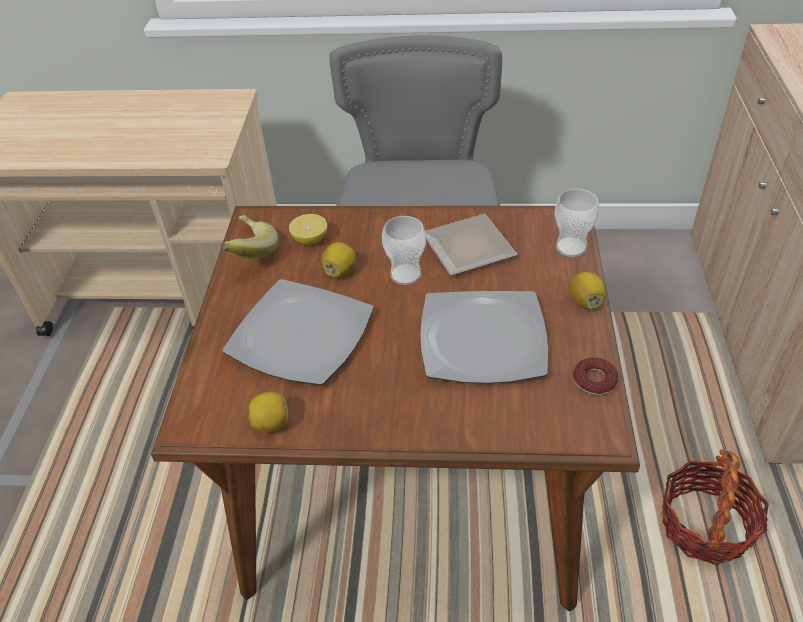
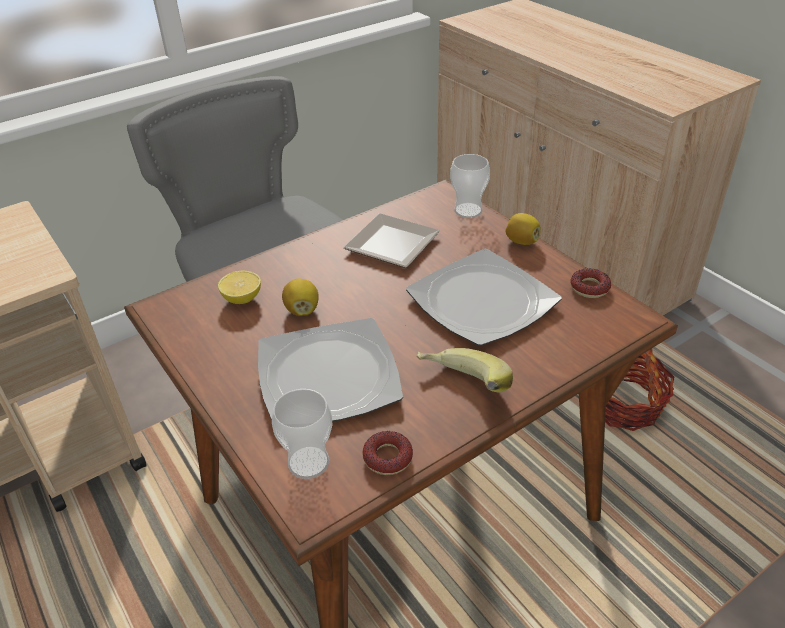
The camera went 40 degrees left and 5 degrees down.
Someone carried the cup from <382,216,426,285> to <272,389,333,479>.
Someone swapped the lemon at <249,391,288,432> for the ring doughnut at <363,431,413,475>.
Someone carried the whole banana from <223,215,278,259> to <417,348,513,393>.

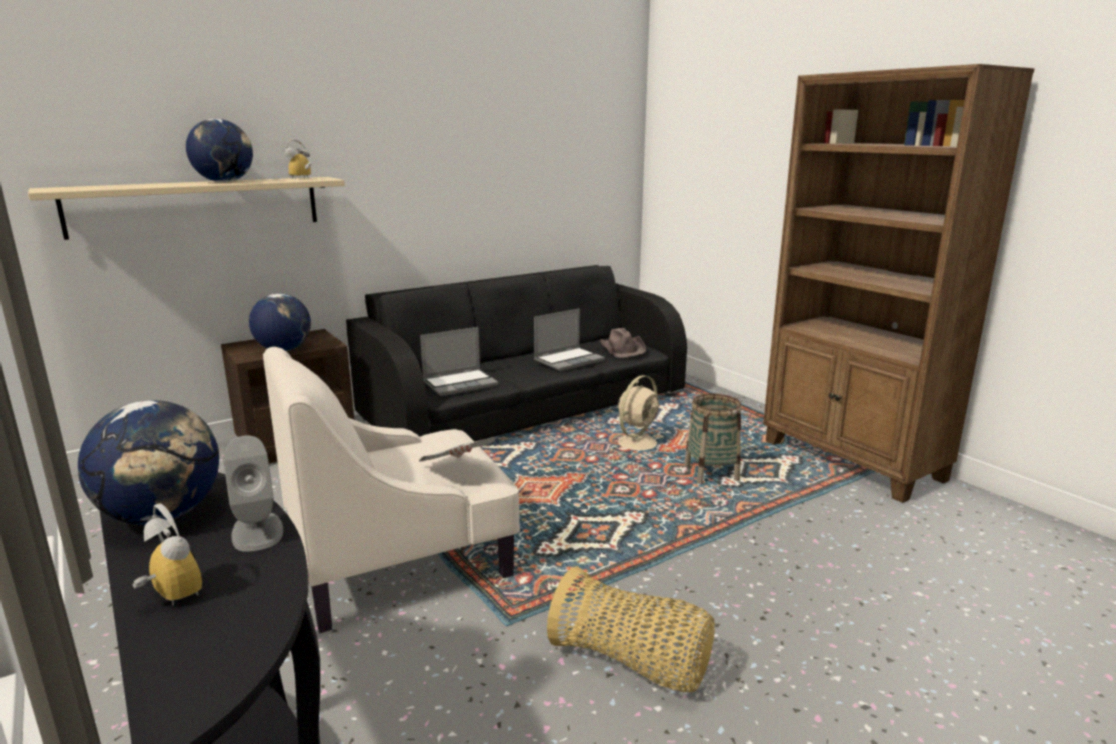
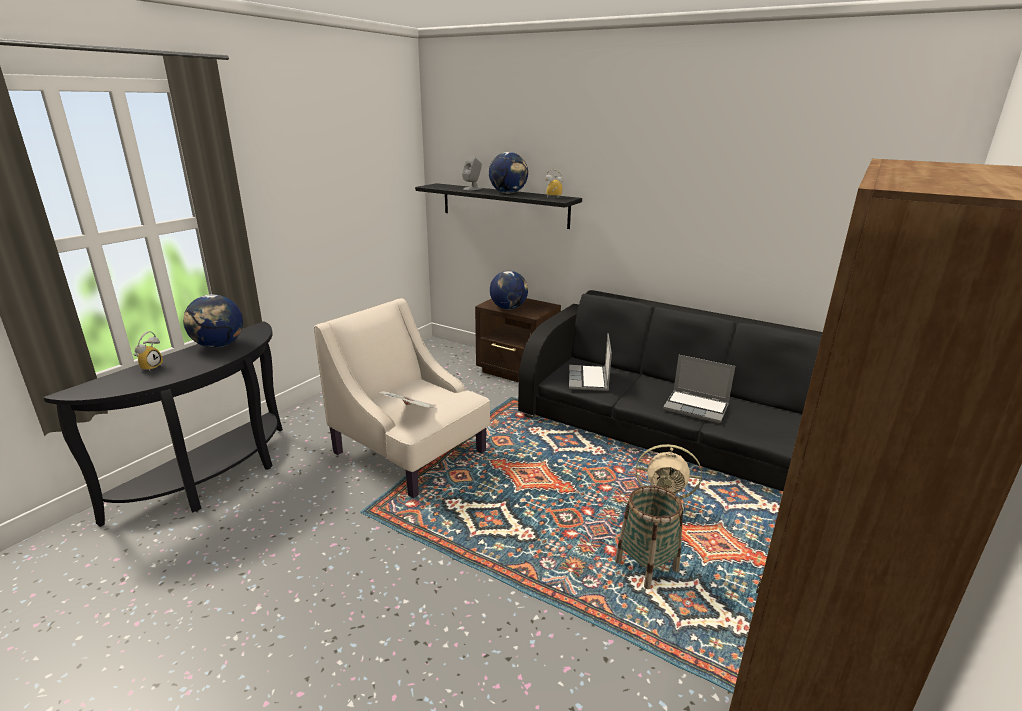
The camera went 65 degrees right and 5 degrees up.
Someone repainted the sand-coloured wall shelf at <28,177,345,240>, which became the blackish wall shelf at <415,183,582,229>.
Someone carried the gray loudspeaker from <223,436,283,552> to <462,156,482,190>.
Someone rotated the laptop at <420,327,498,396> by 60 degrees clockwise.
Someone took away the household basket at <547,566,715,692>.
Someone took away the brown-coloured wearable hat at <599,328,646,358>.

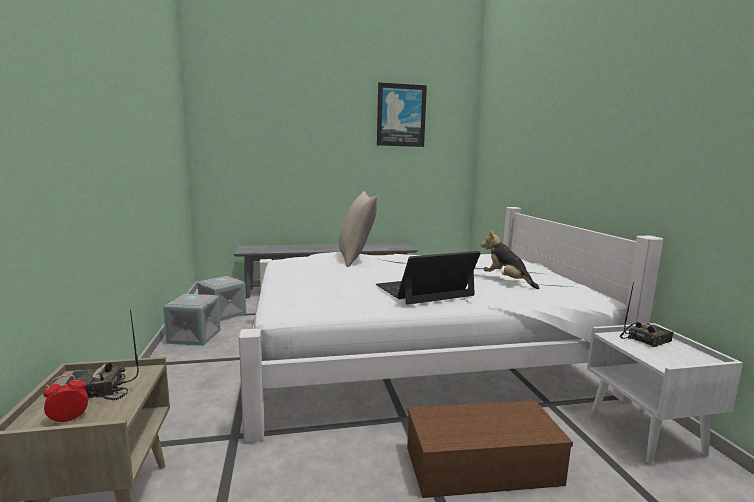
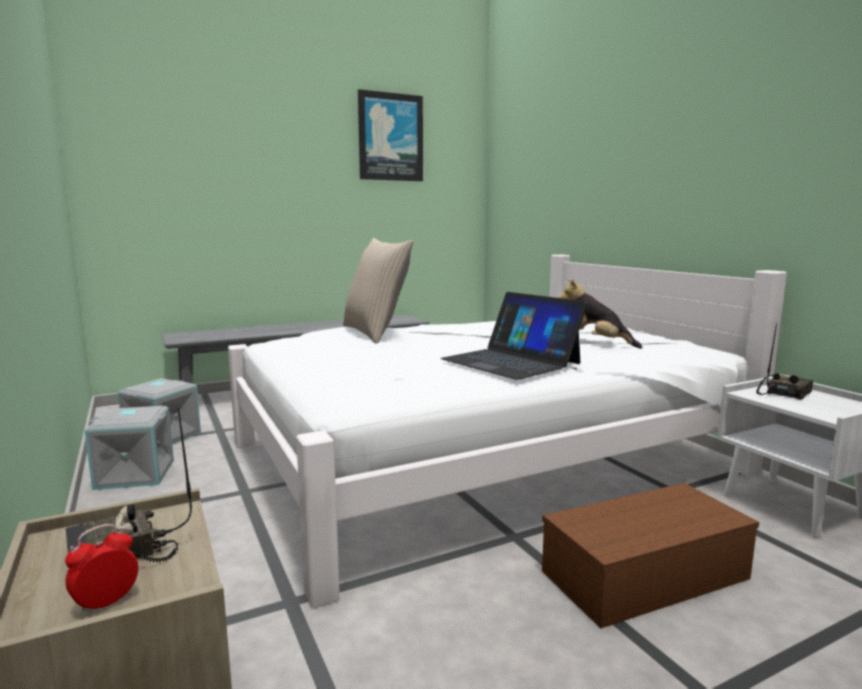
The camera went 15 degrees left and 0 degrees up.
Someone rotated the laptop at <376,251,481,305> by 90 degrees counterclockwise.

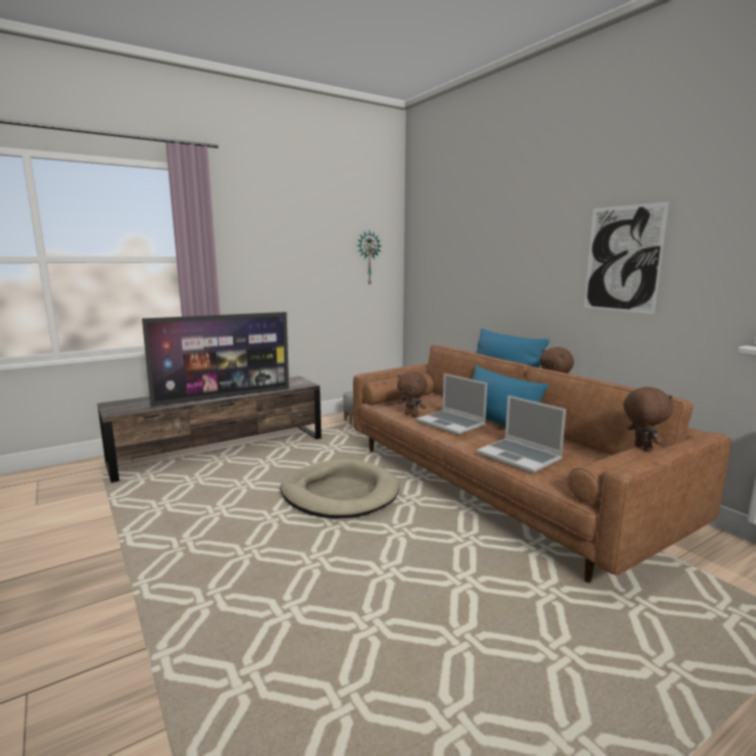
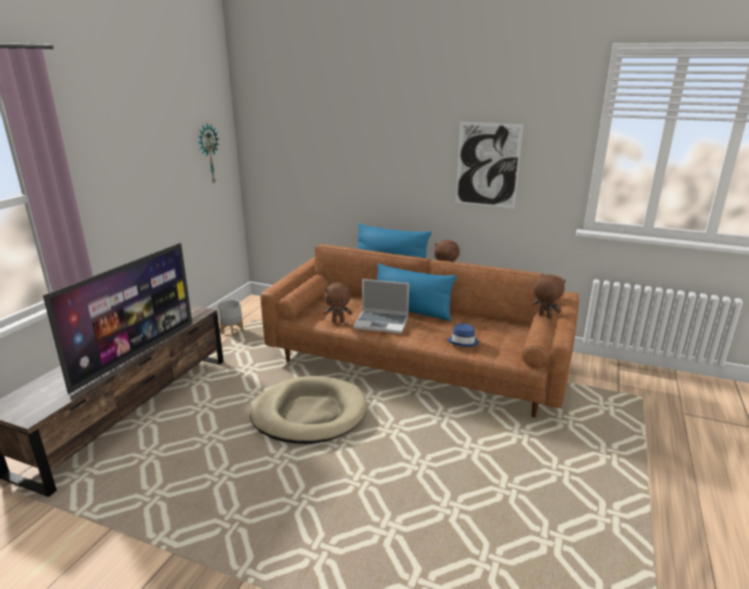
The camera went 35 degrees left and 10 degrees up.
Someone swapped the laptop at <477,395,566,473> for the blue-coloured wearable hat at <448,324,479,347>.

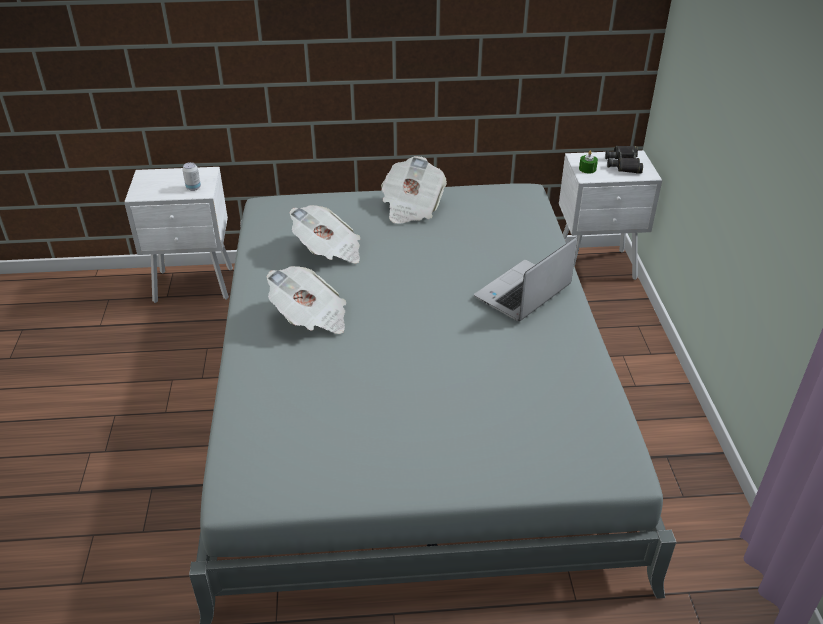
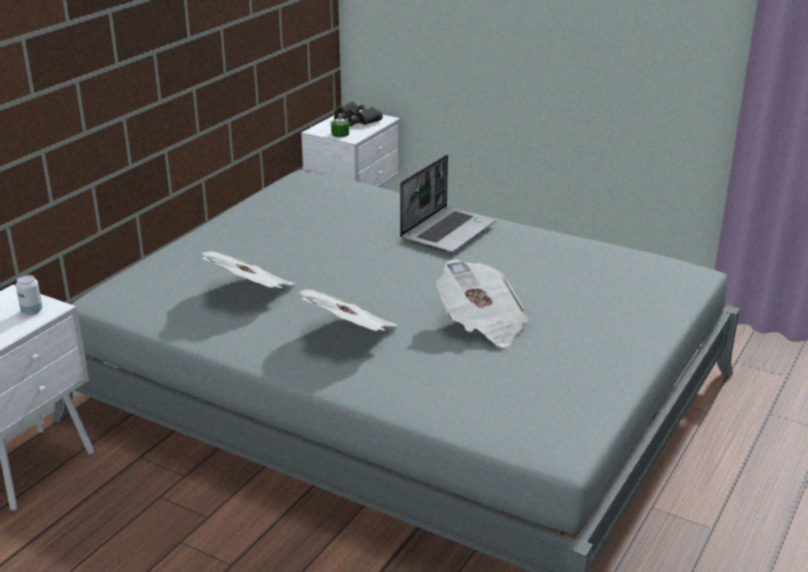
The camera went 55 degrees left and 10 degrees down.
Someone rotated the laptop at <474,237,577,321> by 135 degrees counterclockwise.
Someone carried the printed paper from <381,156,447,223> to <436,259,529,347>.

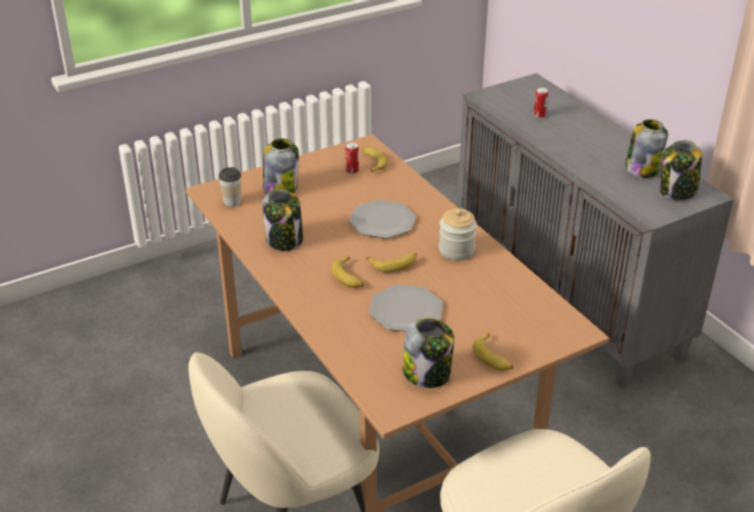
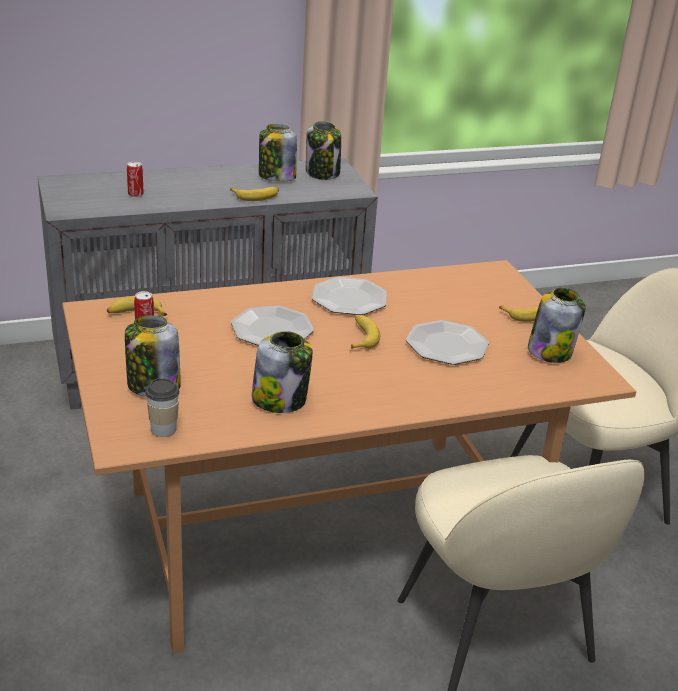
The camera went 80 degrees left and 5 degrees down.
Someone carried the whole banana from <331,256,364,288> to <230,187,279,201>.
Someone swapped the jar at <439,208,477,260> for the dinner plate at <312,277,387,315>.

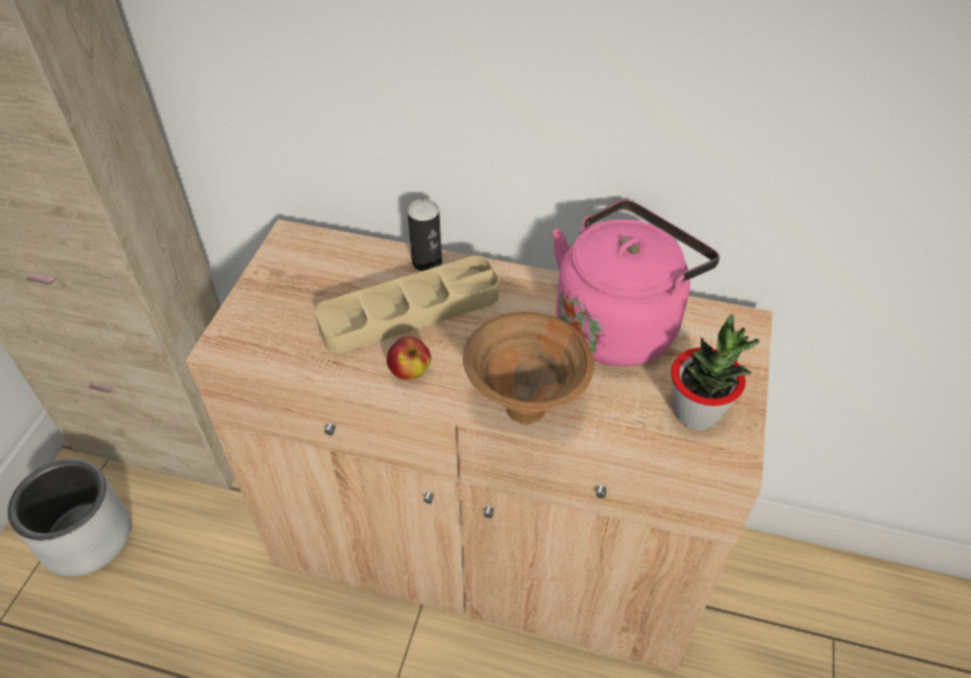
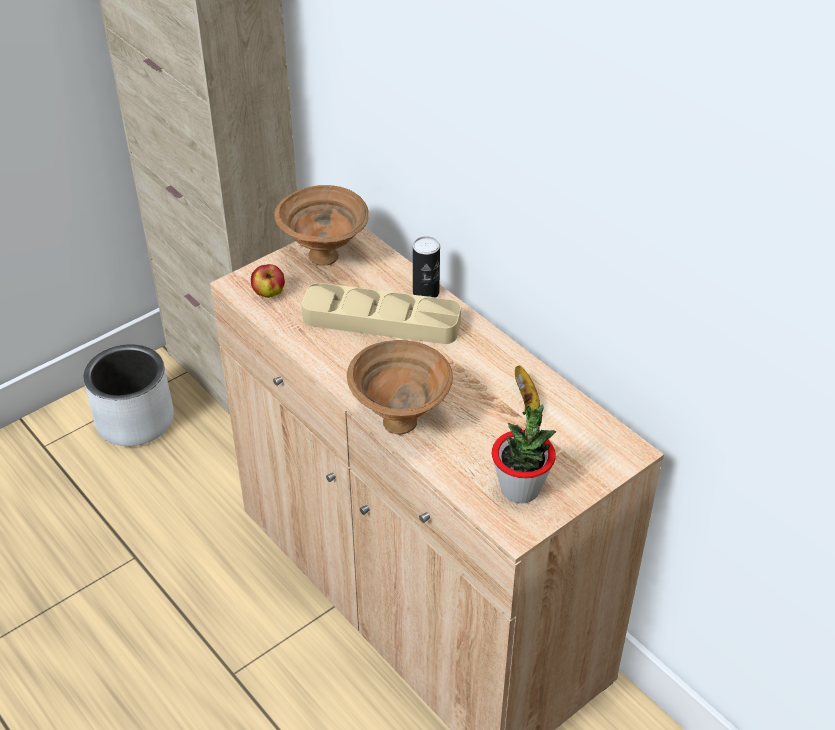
The camera went 35 degrees right and 5 degrees down.
Someone carried the apple fruit from <387,337,431,380> to <251,264,285,298>.
Someone put down the brown-coloured deep dish at <274,185,369,266>.
Someone swapped the pinkish tea kettle at <553,199,720,366> for the whole banana at <515,365,540,415>.

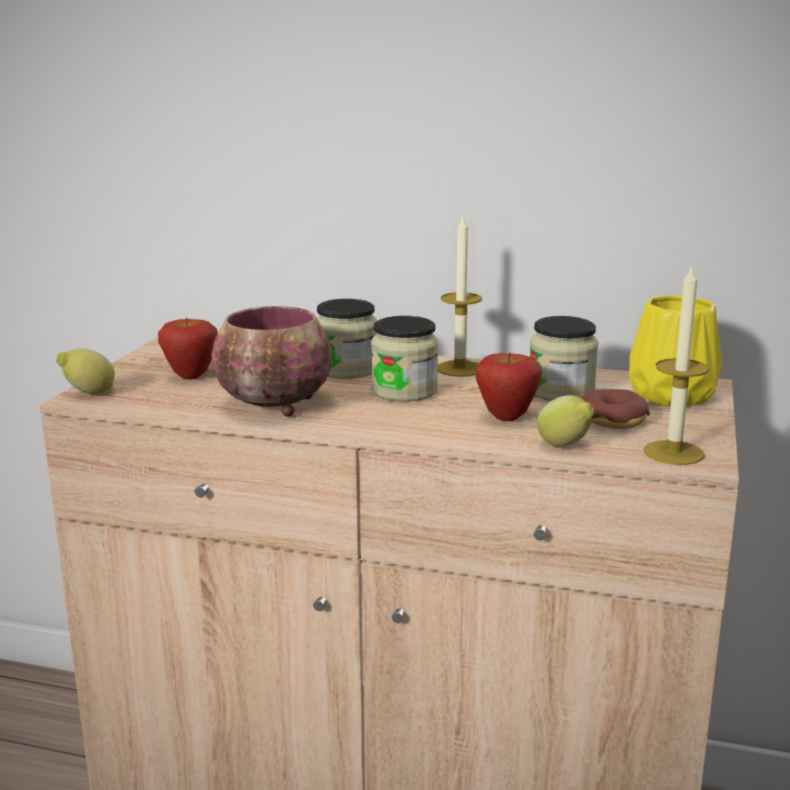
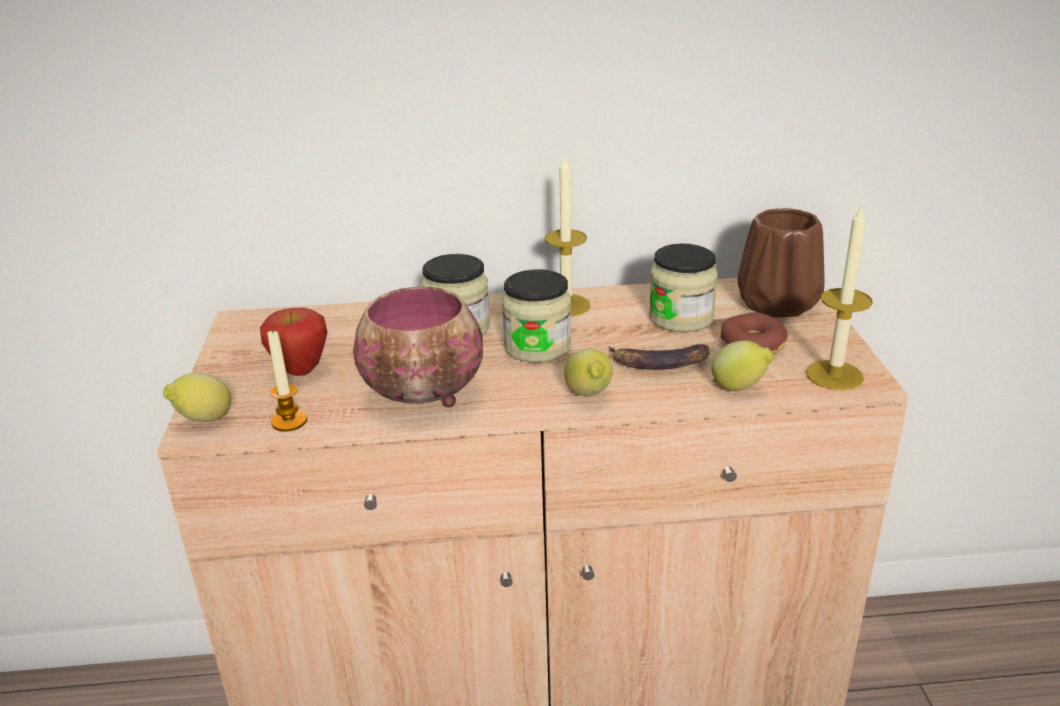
The camera went 20 degrees left and 10 degrees up.
Someone put down the wax candle at <267,330,307,432>.
Someone put down the lemon at <564,349,613,396>.
Someone swapped the apple fruit at <476,353,542,421> for the whole banana at <609,344,709,370>.
Someone repainted the yellow-coloured vase at <629,295,722,407>, which became the brown-coloured vase at <738,208,824,317>.

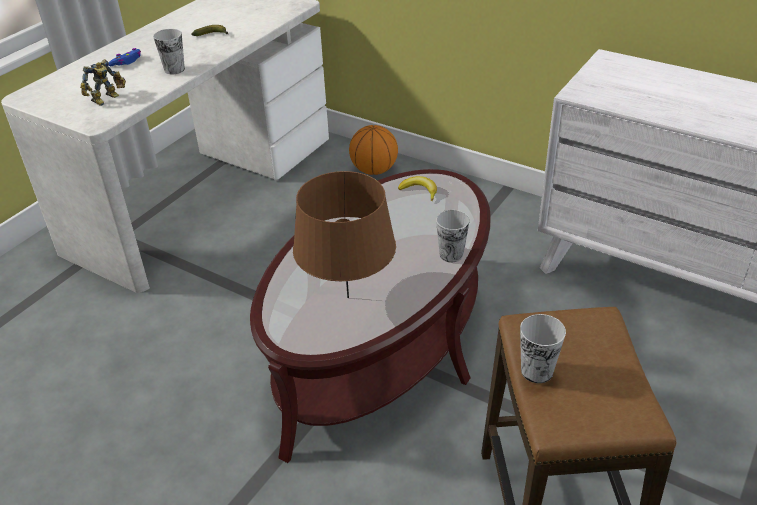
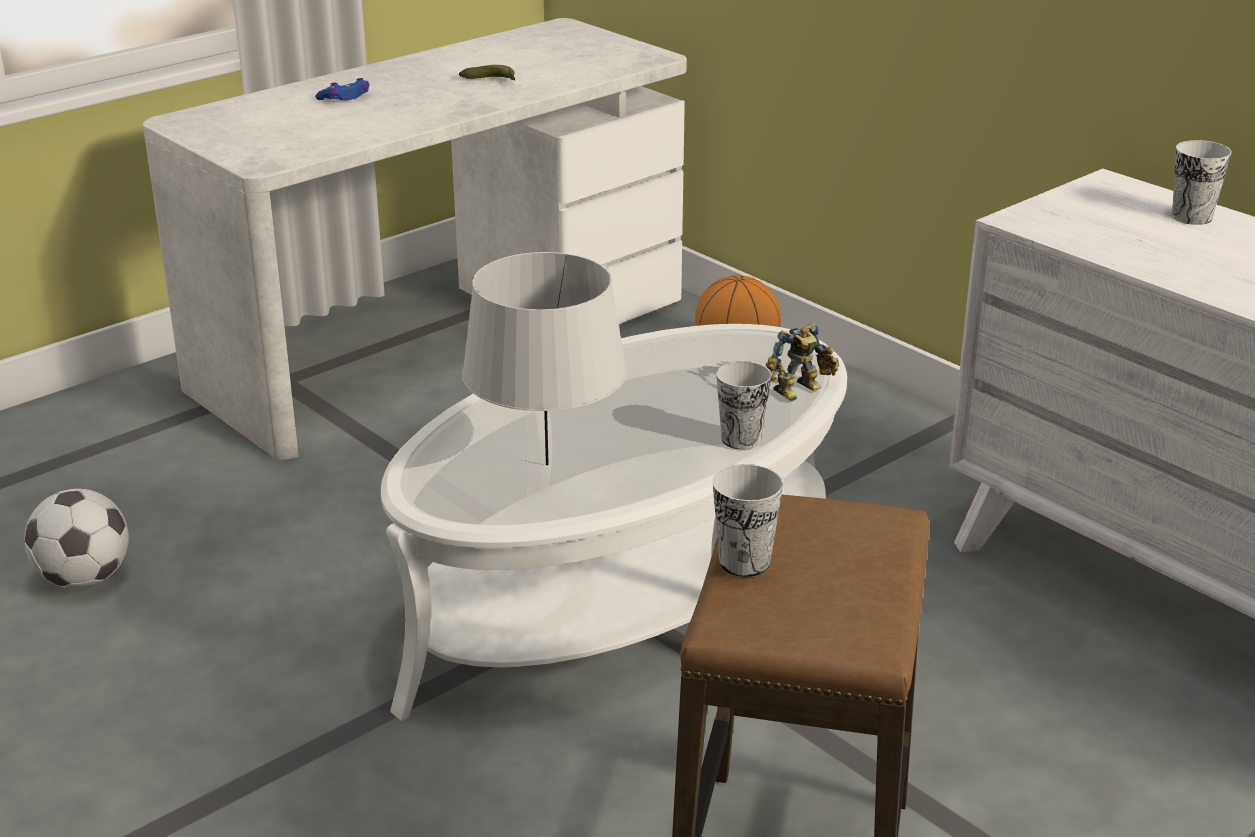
The camera went 15 degrees right and 10 degrees down.
Someone put down the football at <24,489,129,588>.
Someone repainted the brown-coloured coffee table at <250,169,490,463>, which became the whitish coffee table at <381,324,847,721>.
Someone repainted the brown-coloured lamp for a table at <293,171,396,298>, which became the gray lamp for a table at <462,252,627,465>.
Someone carried the toy robot from <80,59,126,106> to <766,323,839,401>.
Someone carried the cup from <153,29,185,74> to <1172,140,1232,225>.
Someone took away the whole banana at <398,176,437,201>.

